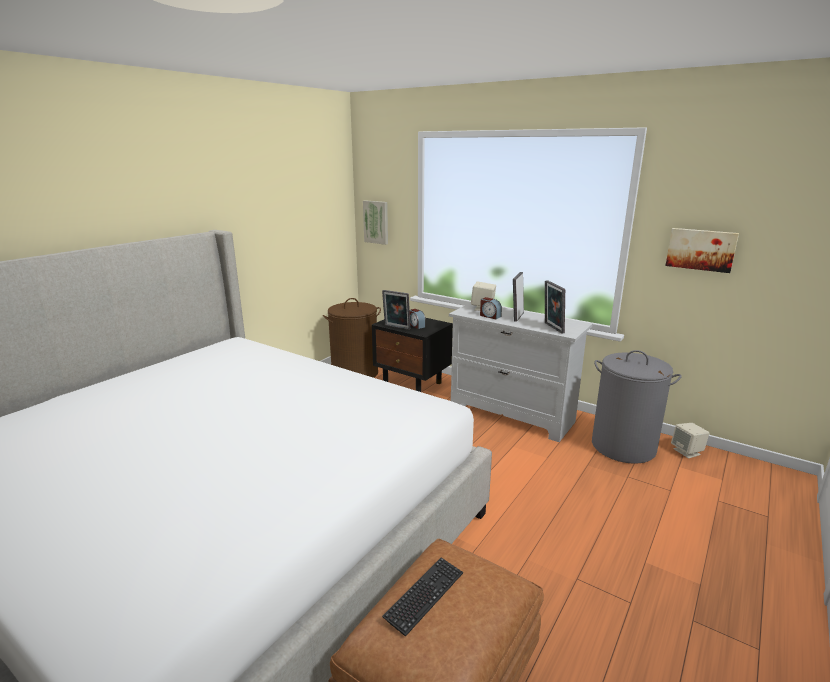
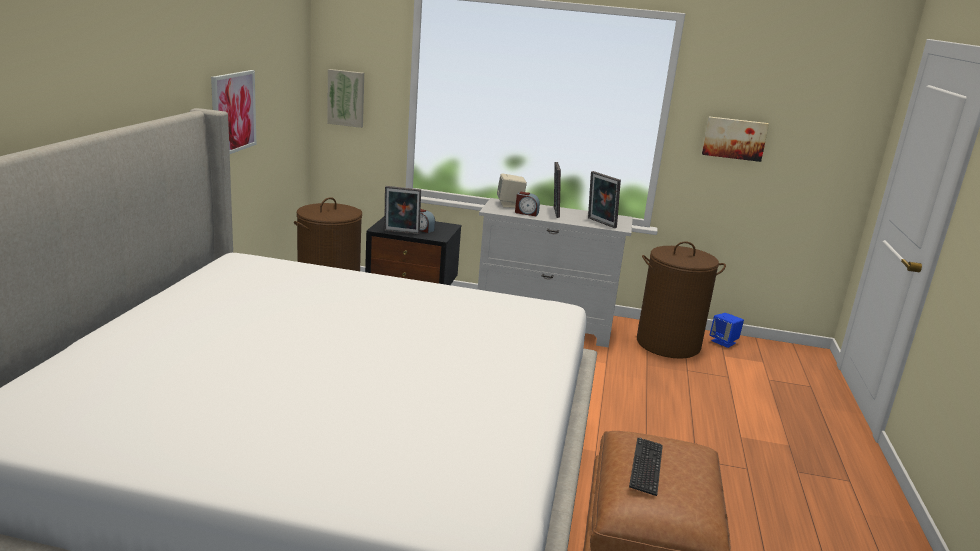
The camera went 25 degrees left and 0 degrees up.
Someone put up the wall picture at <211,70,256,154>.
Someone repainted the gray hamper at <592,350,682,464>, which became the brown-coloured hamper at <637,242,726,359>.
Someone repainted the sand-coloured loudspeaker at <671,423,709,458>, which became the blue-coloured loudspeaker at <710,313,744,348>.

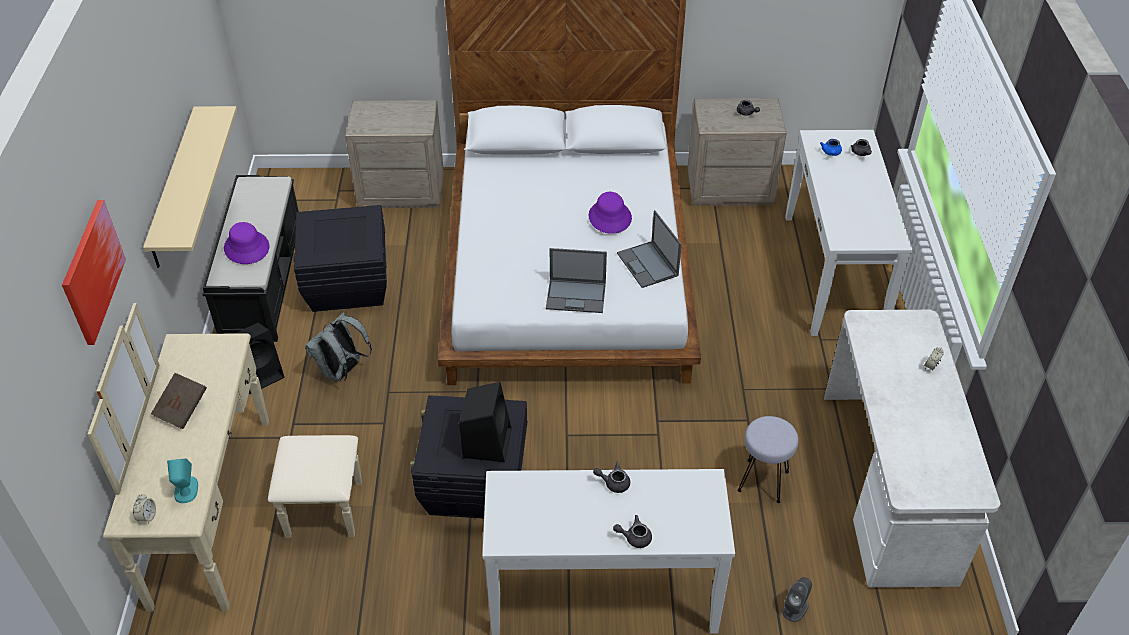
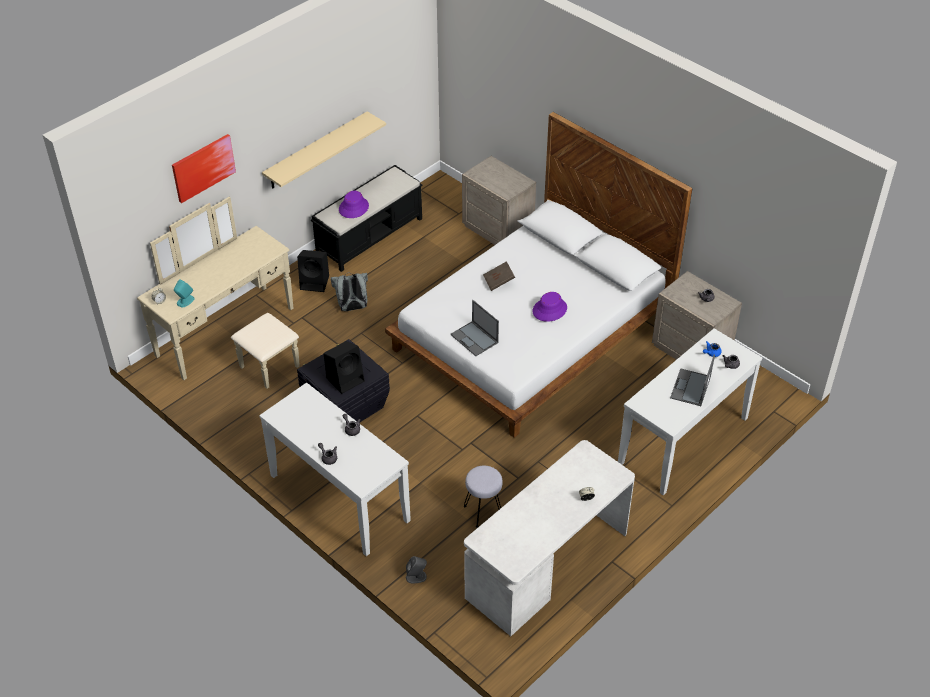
The camera went 45 degrees right and 0 degrees up.
Someone carried the brown-coloured book from <151,373,207,429> to <483,261,515,291>.
Someone carried the laptop from <617,210,682,288> to <670,354,715,406>.
Someone took away the blackish storage bin at <293,205,387,312>.

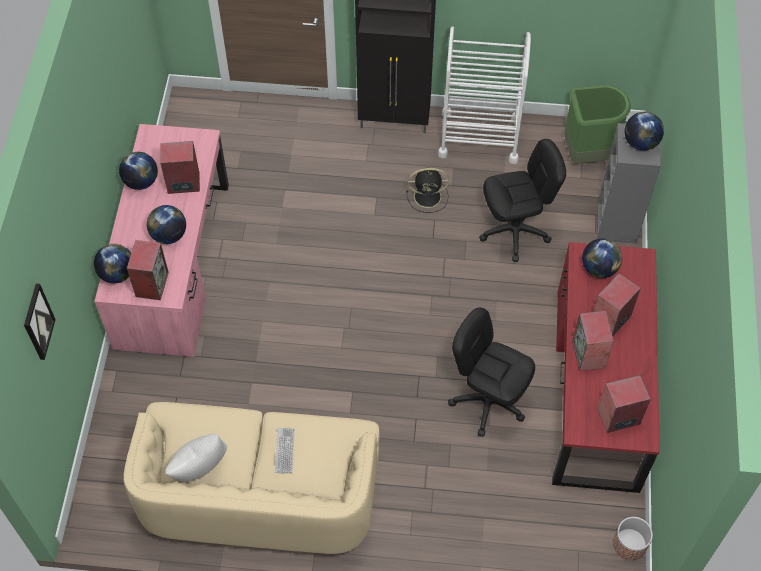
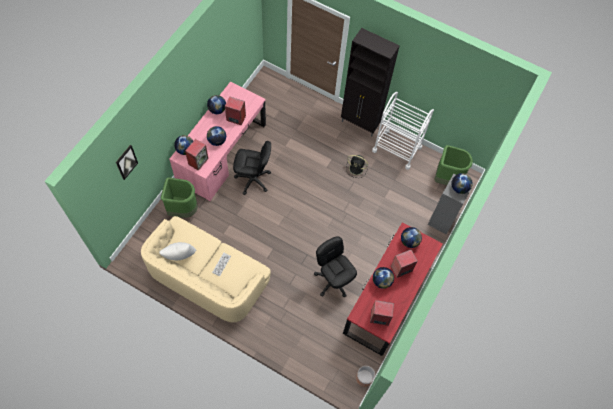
The camera went 20 degrees right and 5 degrees up.
Someone put down the green trash can at <161,177,198,218>.
Someone carried the blackish desk chair from <479,139,566,262> to <233,141,271,195>.
Someone swapped the loudspeaker at <572,310,614,371> for the globe at <373,267,394,289>.

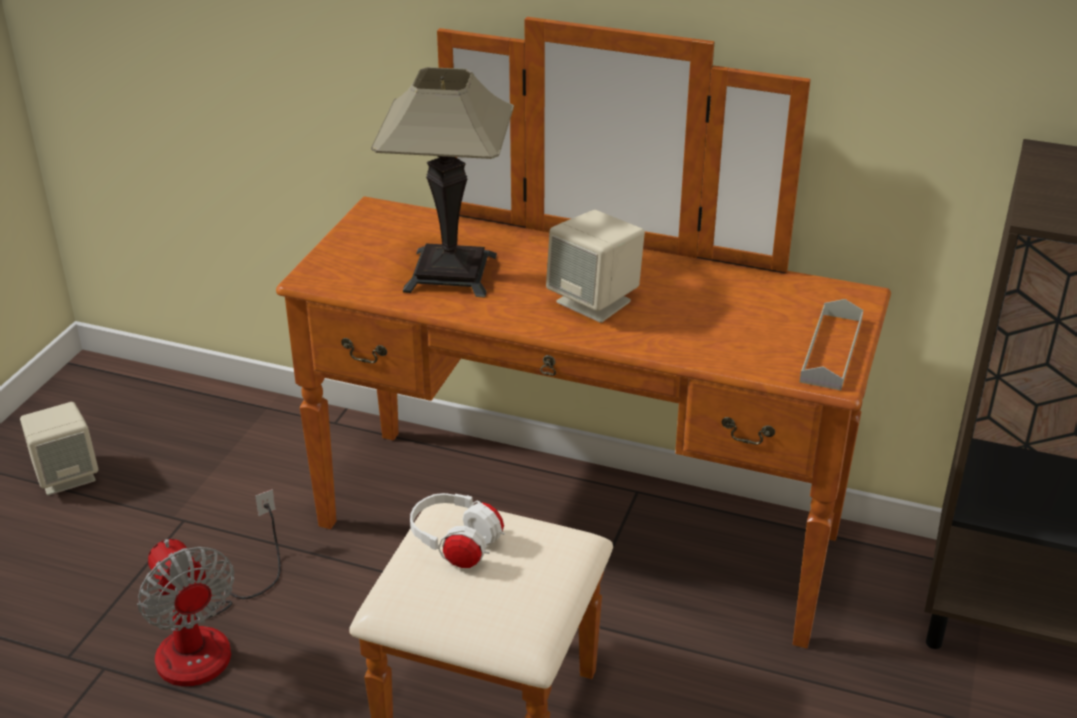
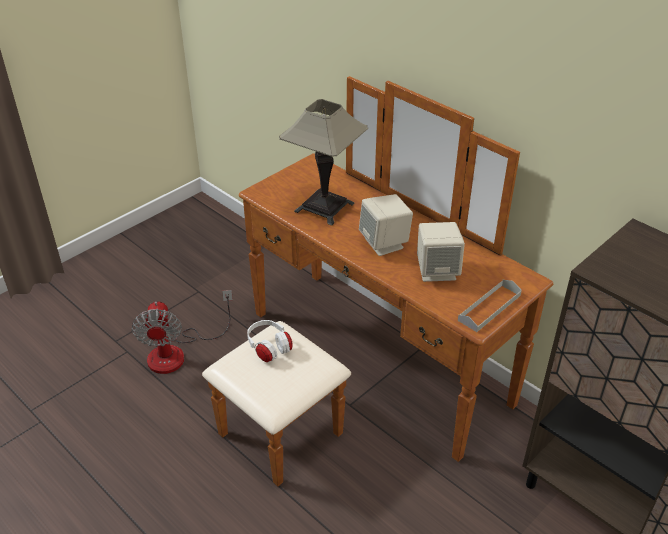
The camera went 25 degrees right and 5 degrees up.
Someone carried the sand-coloured loudspeaker from <20,402,98,496> to <417,222,465,282>.

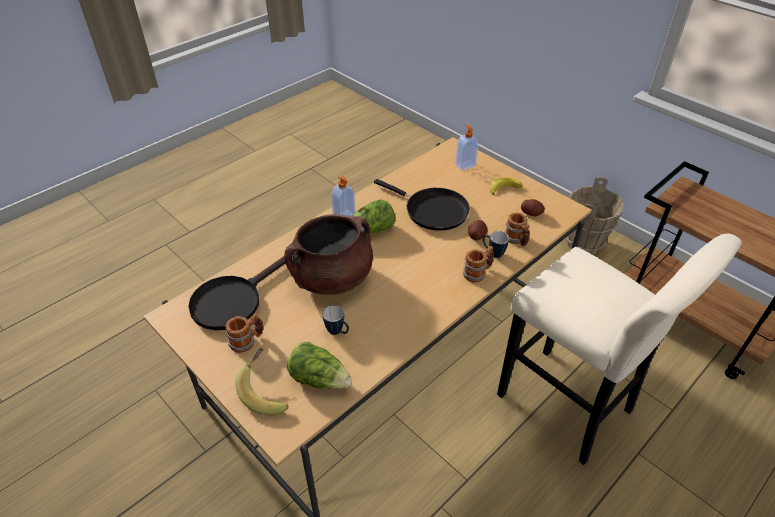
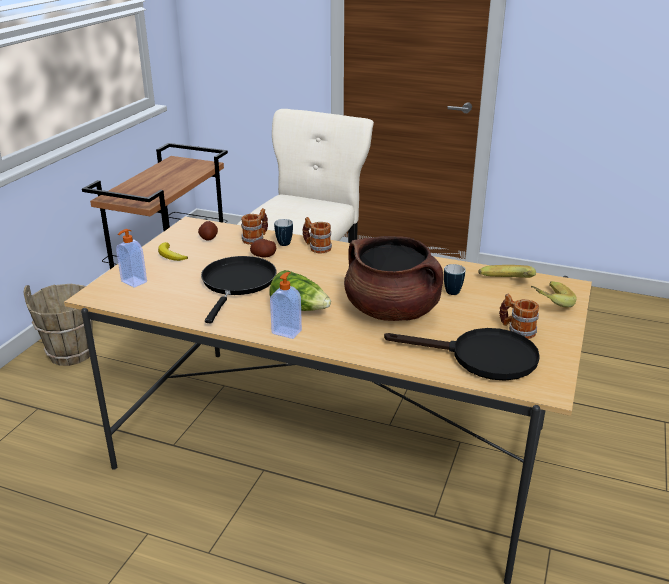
The camera went 115 degrees left and 15 degrees down.
Someone swapped the lettuce head at <287,342,352,389> for the whole banana at <478,265,536,278>.

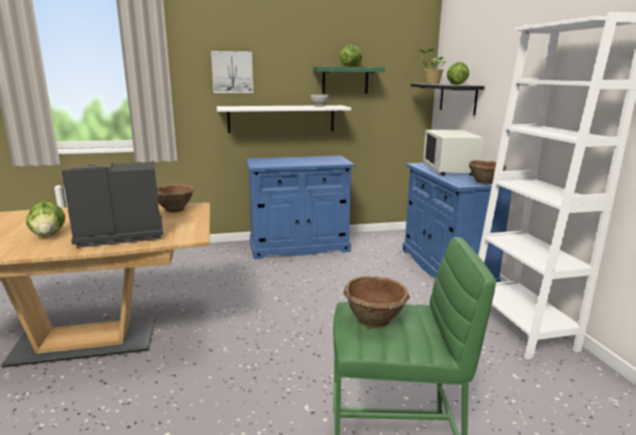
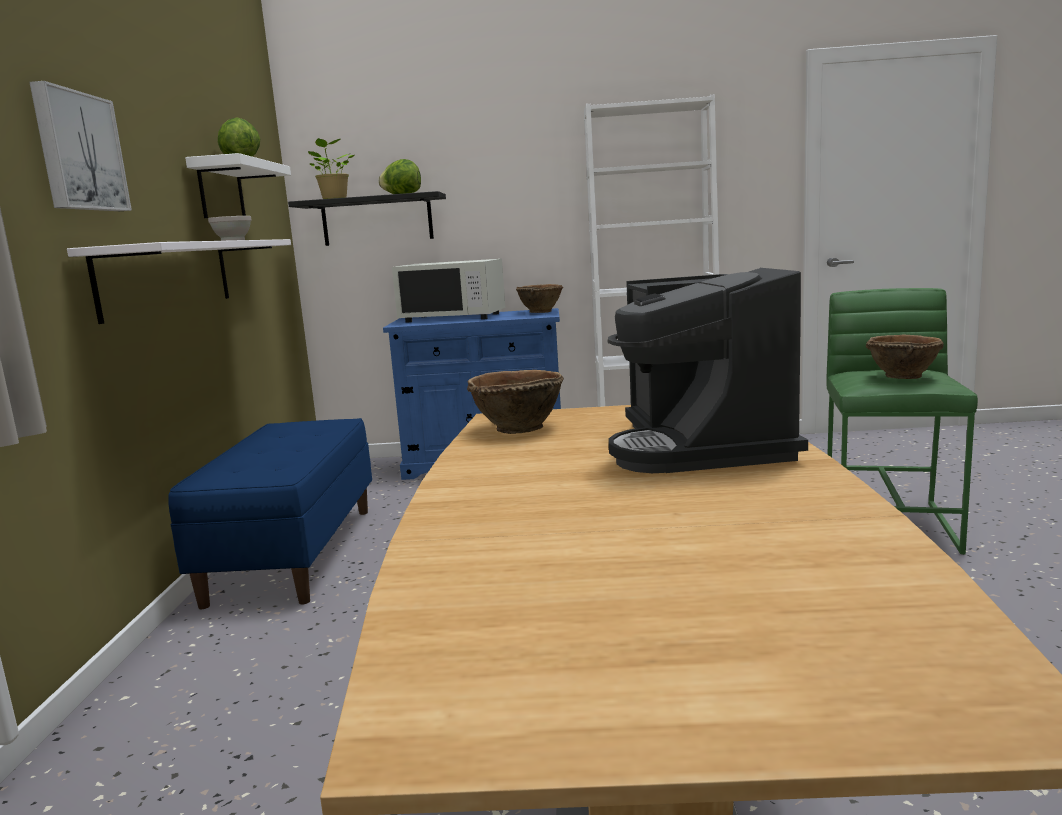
The camera went 75 degrees left and 5 degrees down.
Someone swapped the blue-coloured cupboard at <246,155,355,259> for the blue-coloured indoor bench at <168,418,372,609>.
Someone repainted the green wall shelf at <313,67,385,94>, which became the whitish wall shelf at <185,153,291,218>.
Someone took away the lettuce head at <26,201,65,237>.

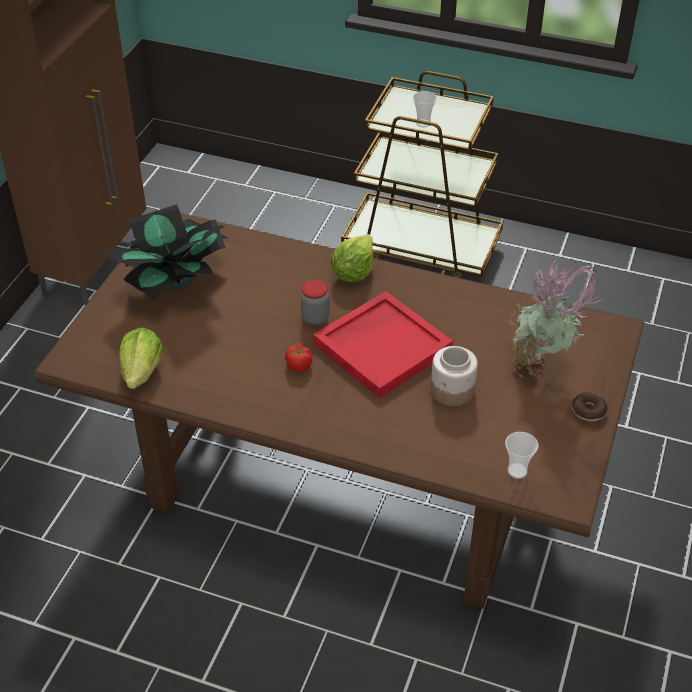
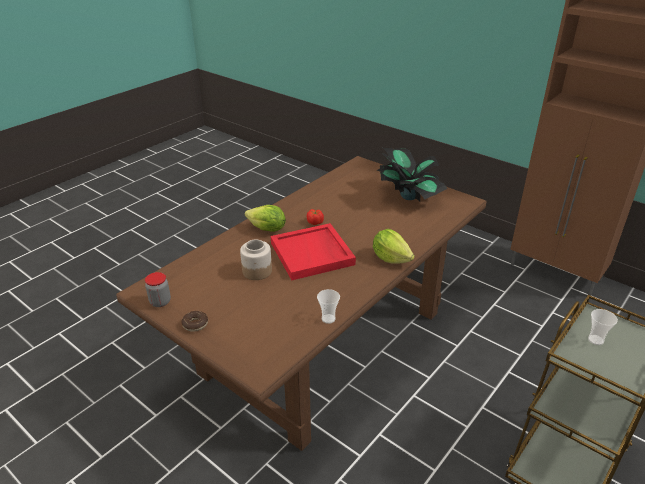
The camera went 110 degrees right and 10 degrees down.
Someone carried the jar from <301,280,329,325> to <145,272,171,307>.
Someone carried the lettuce head from <119,327,163,389> to <245,205,286,232>.
Someone carried the cup from <505,432,539,479> to <317,289,340,324>.
Someone took away the houseplant at <509,257,604,378>.

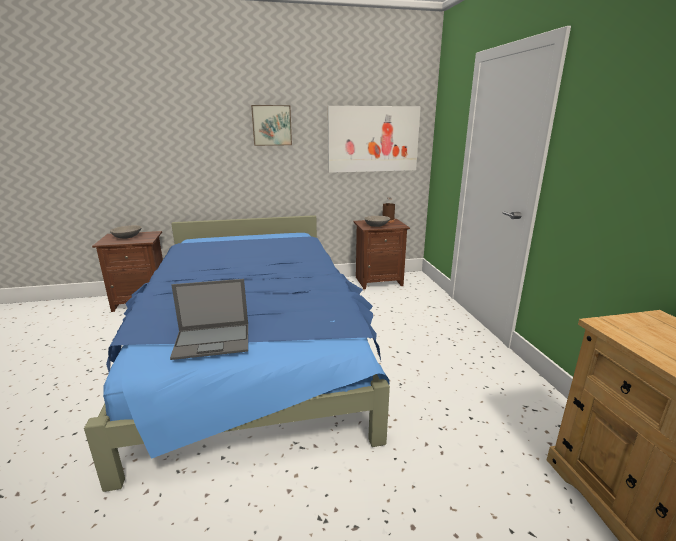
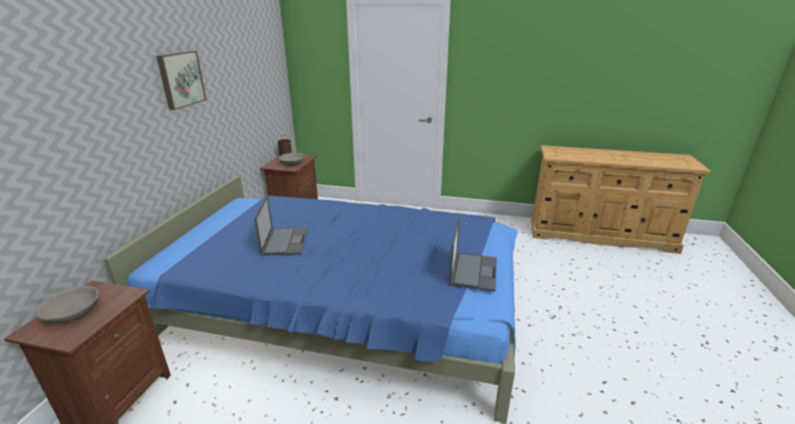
The camera went 65 degrees left and 5 degrees up.
Someone put down the laptop at <254,195,308,256>.
Someone took away the wall picture at <328,106,421,173>.

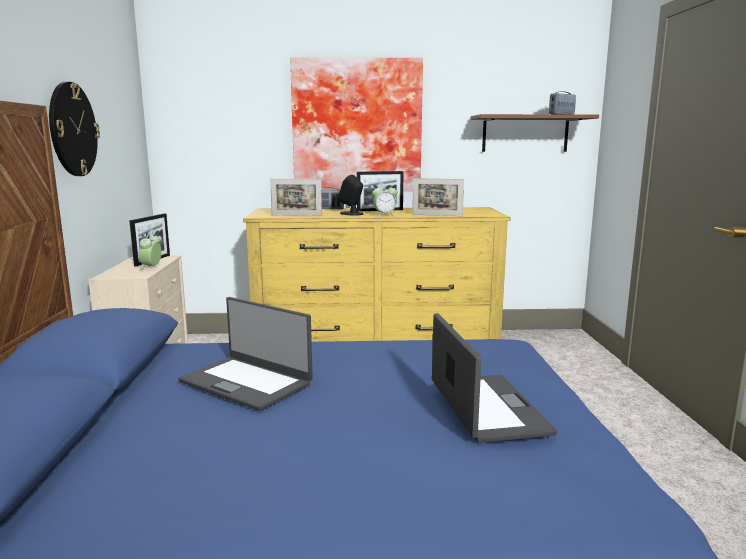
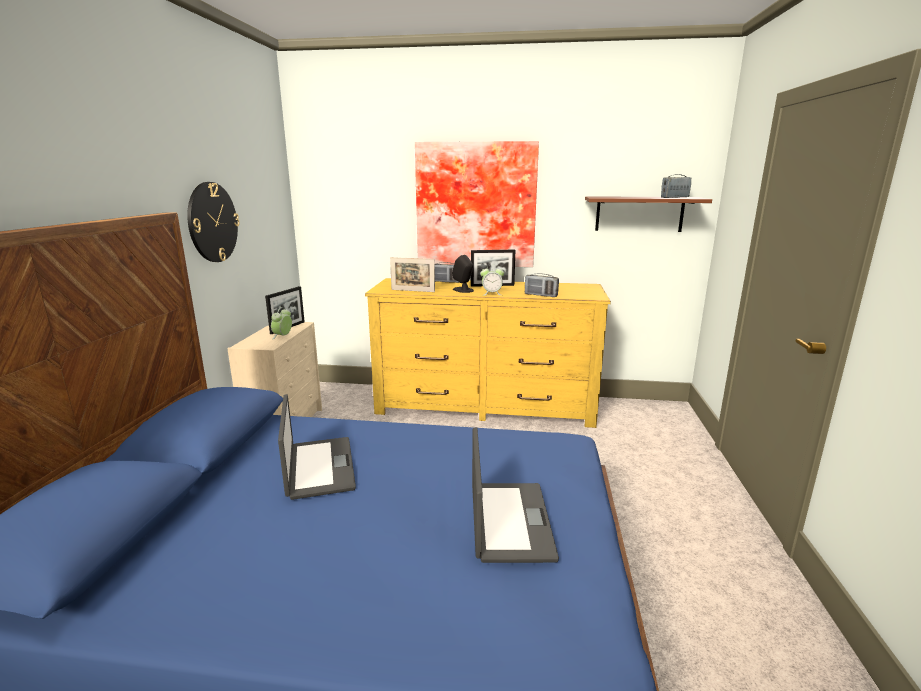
The camera went 10 degrees right and 5 degrees up.
Someone rotated the laptop at <178,297,313,411> by 150 degrees counterclockwise.
Someone swapped the photo frame at <412,178,464,216> for the radio set at <525,273,559,297>.

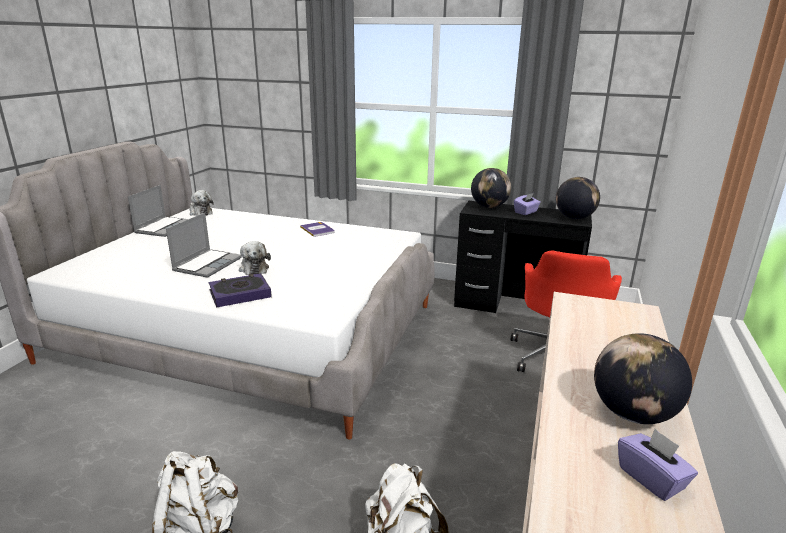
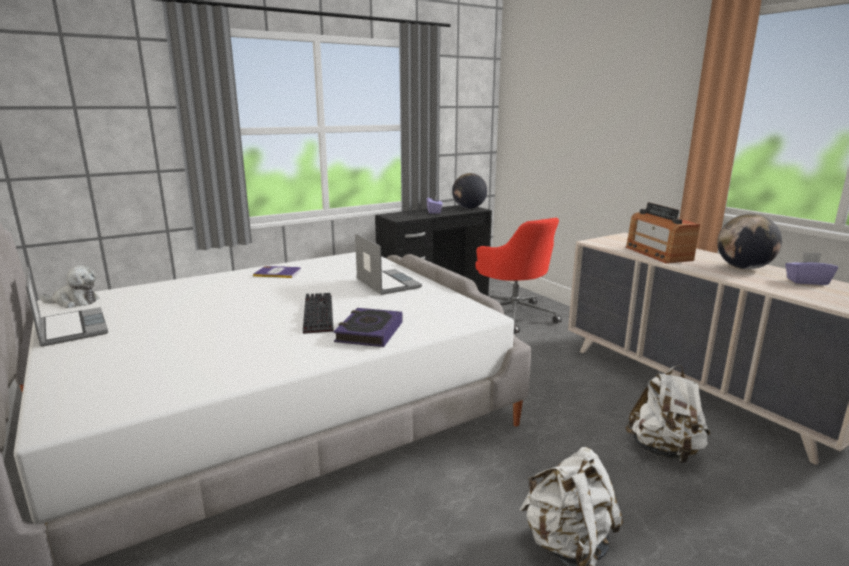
The camera went 50 degrees left and 5 degrees down.
Someone swapped the plush toy at <239,241,271,275> for the PC keyboard at <303,293,333,334>.
Someone carried the laptop from <166,213,242,278> to <355,234,422,295>.
Someone put down the radio set at <626,202,700,263>.
Someone took away the globe at <471,168,511,208>.

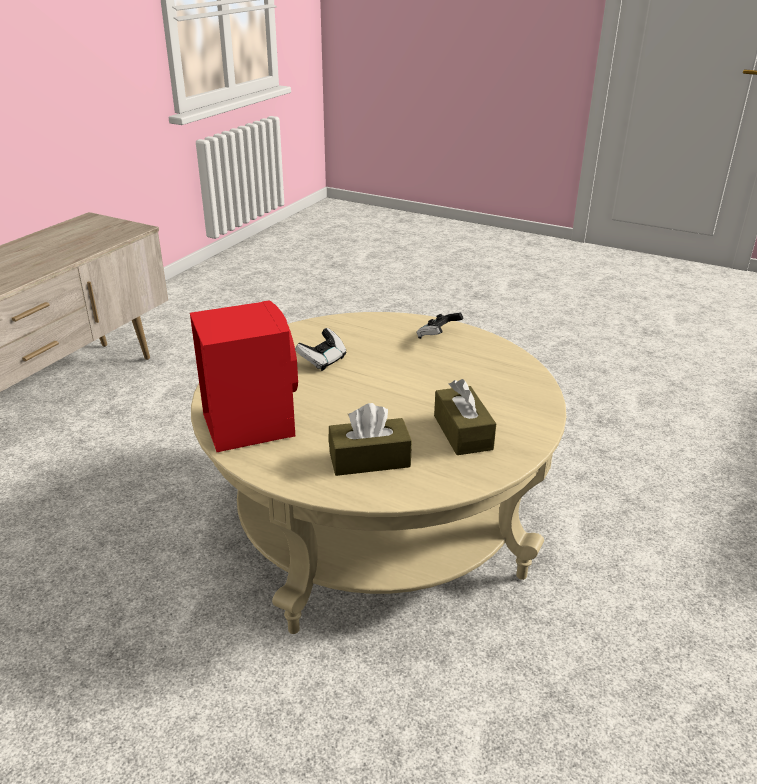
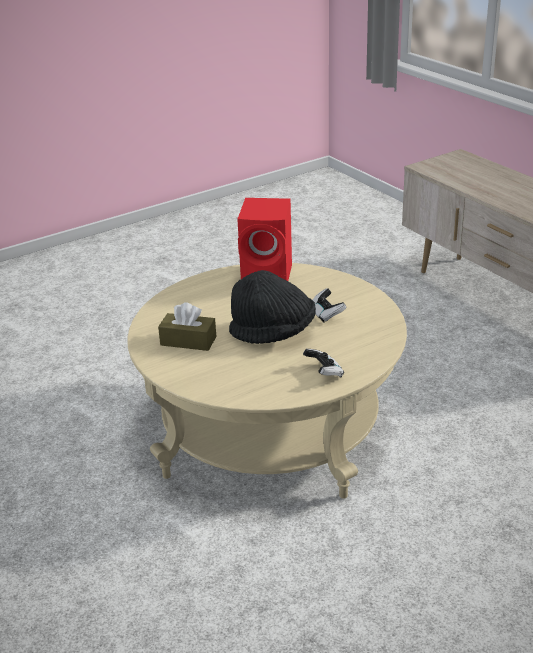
The camera went 120 degrees right and 0 degrees up.
Someone put down the blackish wearable hat at <229,270,316,344>.
Someone took away the brown-coloured tissue holder at <329,403,412,476>.

